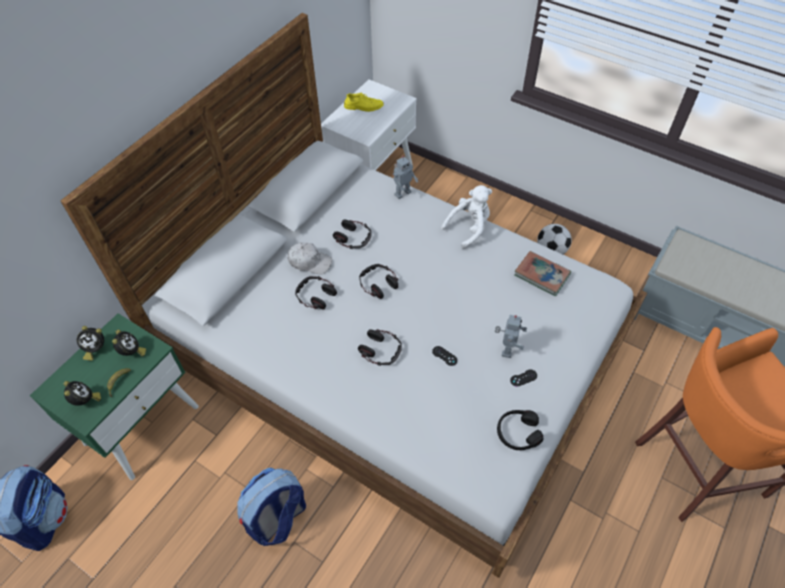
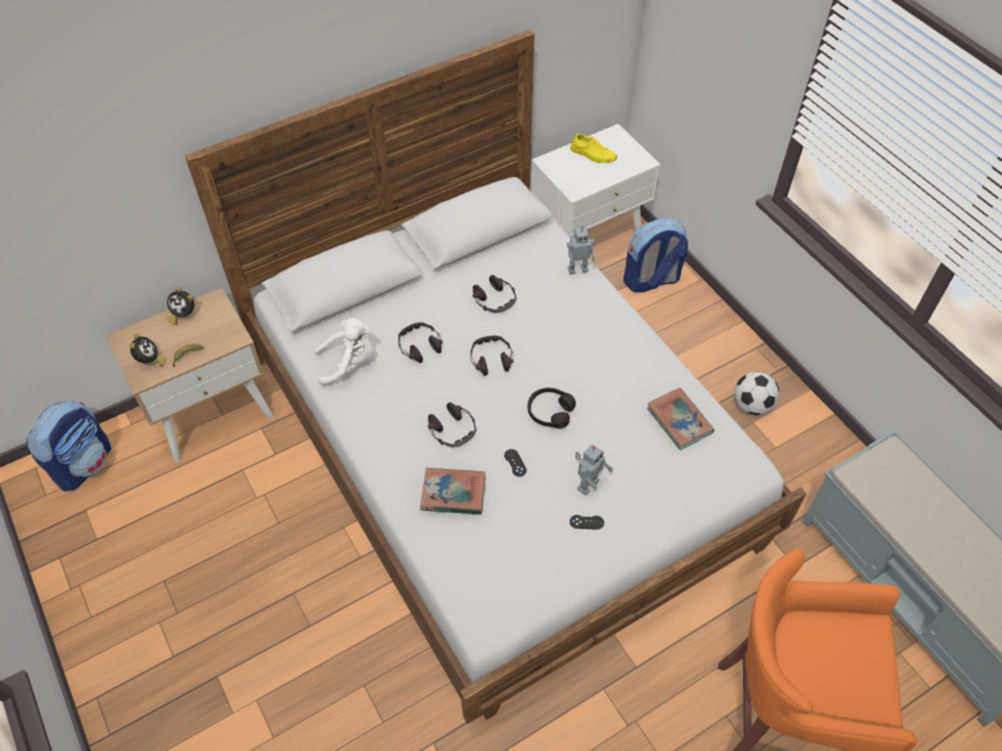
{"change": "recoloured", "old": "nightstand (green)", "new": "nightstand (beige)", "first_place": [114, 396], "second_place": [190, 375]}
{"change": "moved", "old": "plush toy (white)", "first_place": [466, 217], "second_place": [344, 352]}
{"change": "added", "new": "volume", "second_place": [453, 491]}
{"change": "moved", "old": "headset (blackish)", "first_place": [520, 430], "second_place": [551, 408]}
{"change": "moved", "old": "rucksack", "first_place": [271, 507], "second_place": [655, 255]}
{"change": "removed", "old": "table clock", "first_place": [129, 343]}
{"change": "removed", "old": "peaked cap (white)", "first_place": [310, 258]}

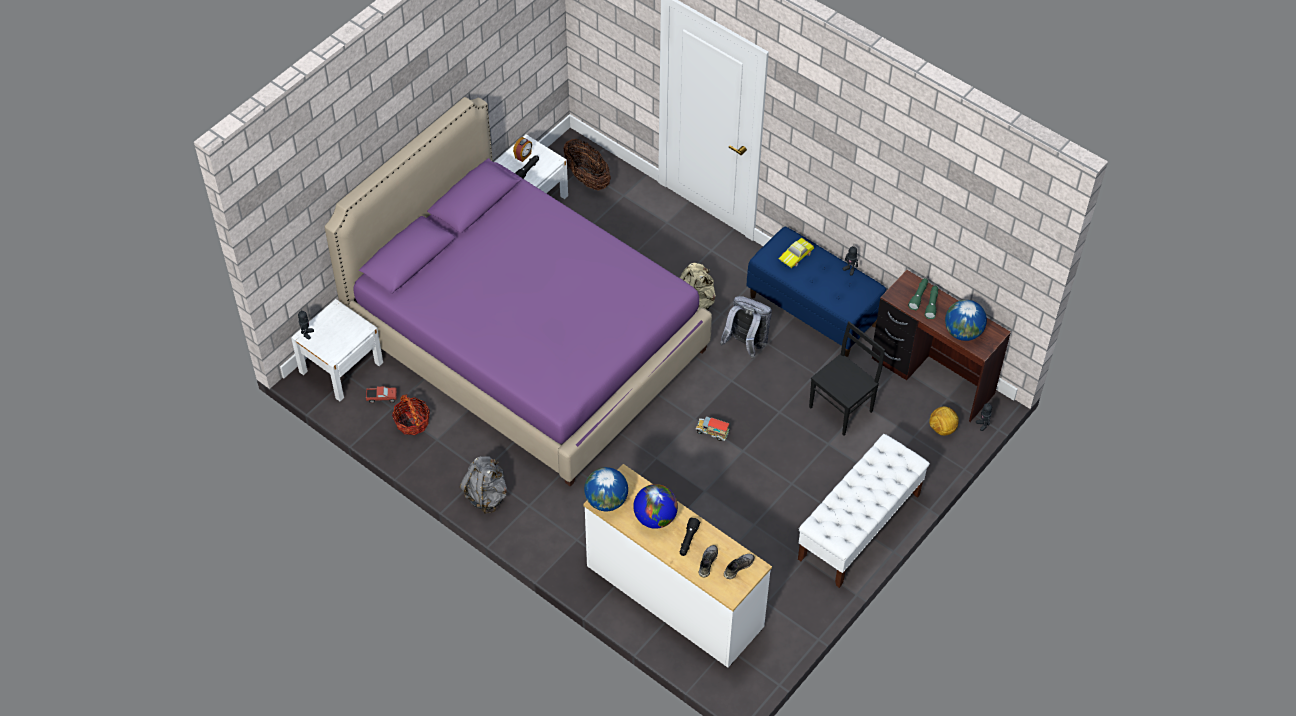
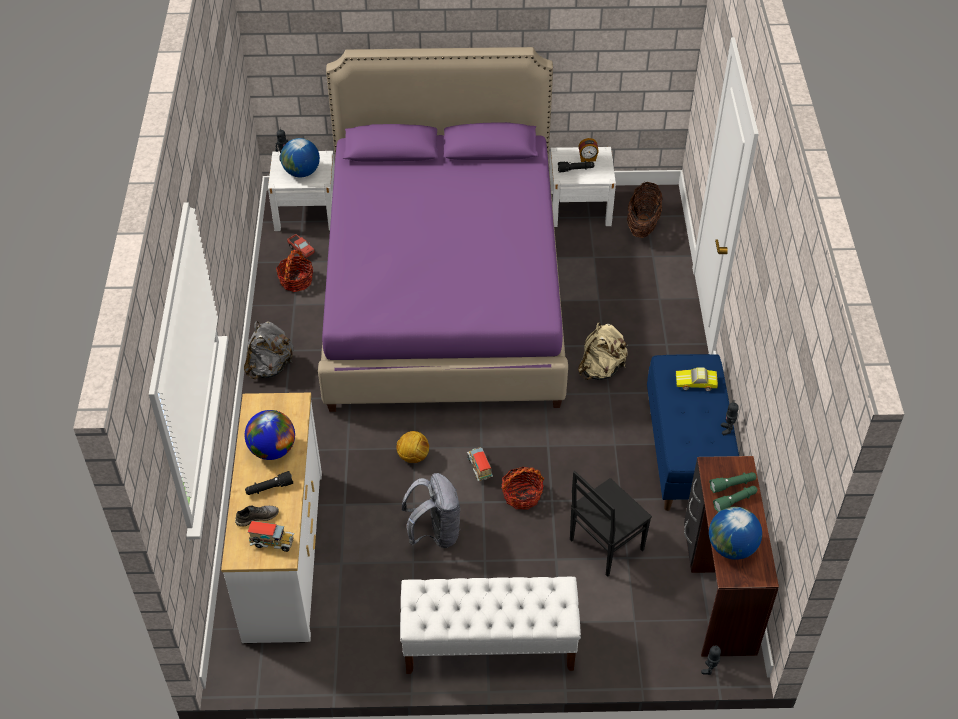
{"change": "replaced", "old": "item of footwear (gray)", "new": "toy lorry", "first_place": [739, 566], "second_place": [271, 536]}
{"change": "moved", "old": "globe", "first_place": [606, 489], "second_place": [300, 157]}
{"change": "moved", "old": "football ball", "first_place": [944, 421], "second_place": [413, 447]}
{"change": "moved", "old": "rucksack (gray)", "first_place": [746, 327], "second_place": [431, 510]}
{"change": "added", "new": "household basket", "second_place": [522, 488]}
{"change": "turned", "old": "upright chair (blackish)", "first_place": [847, 379], "second_place": [611, 524], "degrees": 135}

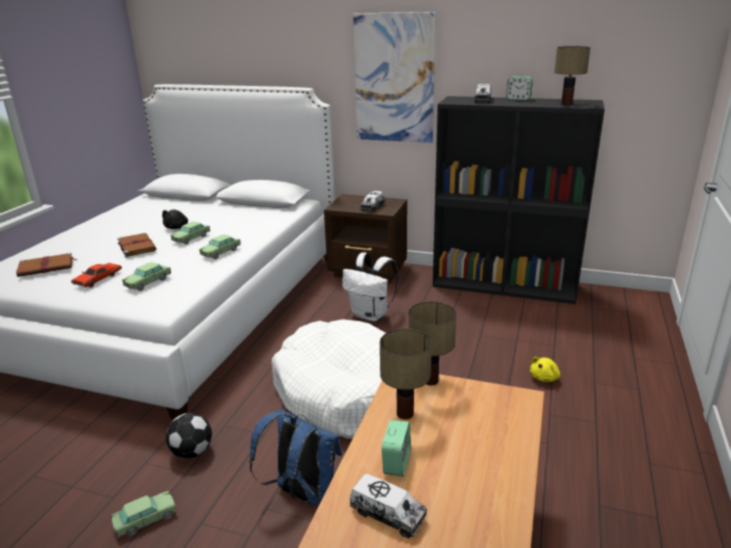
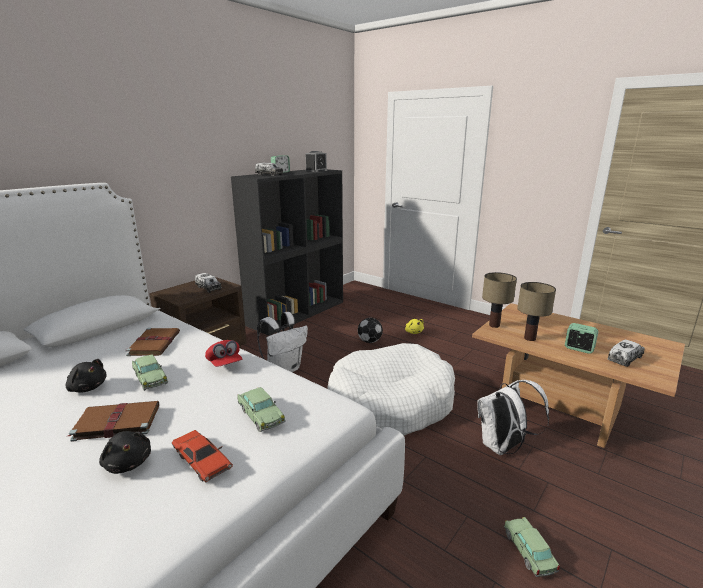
{"change": "added", "new": "plush toy (blackish)", "second_place": [125, 452]}
{"change": "moved", "old": "volume (brown-coloured)", "first_place": [46, 264], "second_place": [152, 342]}
{"change": "replaced", "old": "miniature car", "new": "peaked cap (reddish)", "first_place": [220, 247], "second_place": [223, 353]}
{"change": "replaced", "old": "tabletop lamp", "new": "table clock", "first_place": [572, 75], "second_place": [316, 161]}
{"change": "moved", "old": "football ball", "first_place": [189, 436], "second_place": [370, 330]}
{"change": "recoloured", "old": "rucksack (blue-coloured)", "new": "rucksack (white)", "first_place": [295, 457], "second_place": [513, 417]}
{"change": "removed", "old": "wall art", "first_place": [394, 77]}

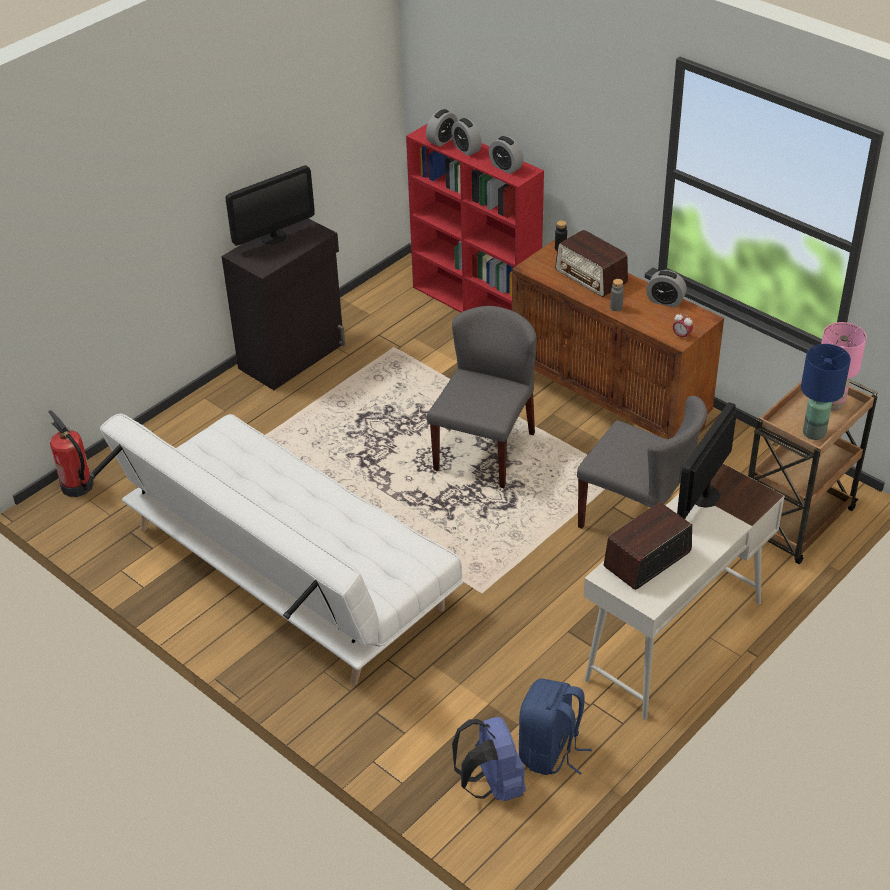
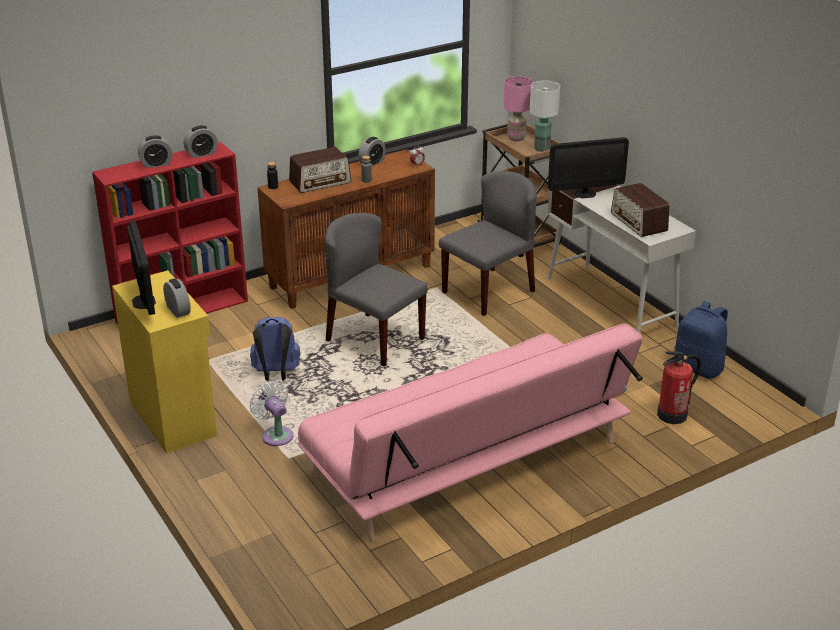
{"change": "recoloured", "old": "cupboard (blackish)", "new": "cupboard (yellow)", "first_place": [283, 304], "second_place": [164, 362]}
{"change": "moved", "old": "table clock", "first_place": [442, 128], "second_place": [177, 298]}
{"change": "added", "new": "electric fan (white)", "second_place": [271, 414]}
{"change": "moved", "old": "rucksack (blue-coloured)", "first_place": [489, 759], "second_place": [275, 349]}
{"change": "recoloured", "old": "settee (white)", "new": "settee (pink-coloured)", "first_place": [276, 549], "second_place": [470, 433]}
{"change": "recoloured", "old": "tabletop lamp (blue-coloured)", "new": "tabletop lamp (white)", "first_place": [826, 392], "second_place": [545, 116]}
{"change": "turned", "old": "computer screen", "first_place": [707, 460], "second_place": [588, 167], "degrees": -60}
{"change": "moved", "old": "fire extinguisher", "first_place": [71, 453], "second_place": [679, 387]}

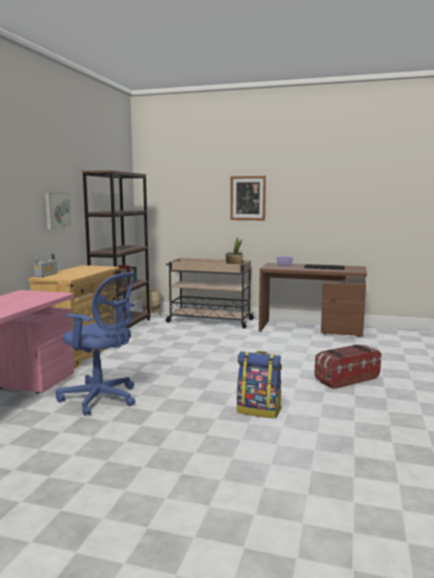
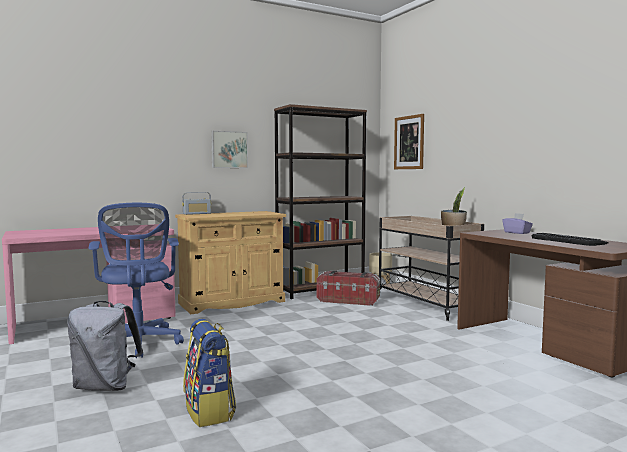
{"change": "added", "new": "rucksack (gray)", "second_place": [105, 346]}
{"change": "moved", "old": "storage container", "first_place": [347, 367], "second_place": [348, 288]}
{"change": "moved", "old": "wall art", "first_place": [248, 198], "second_place": [409, 141]}

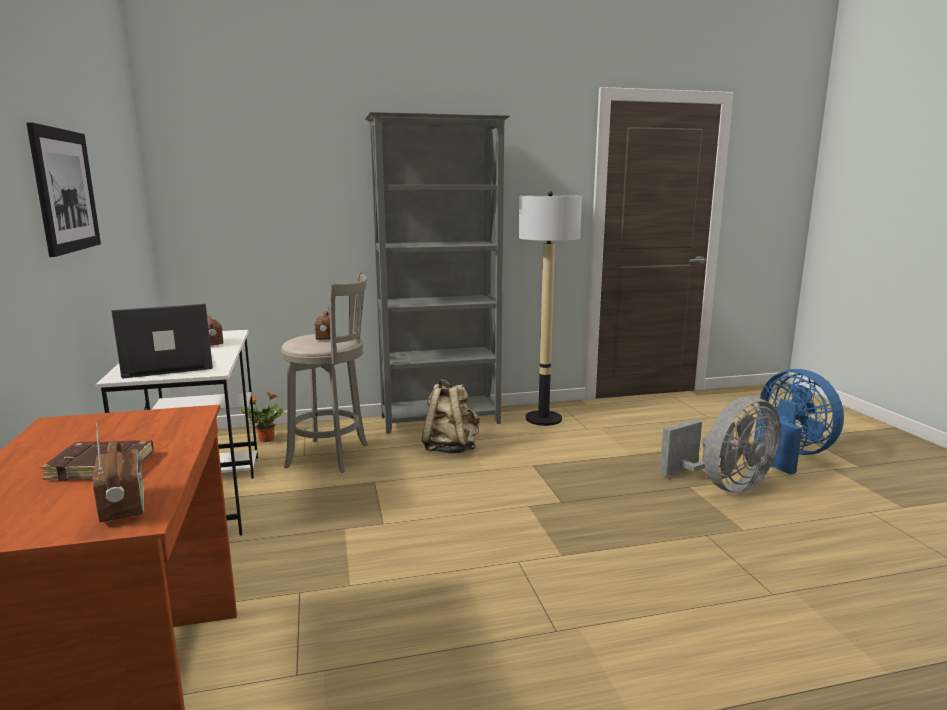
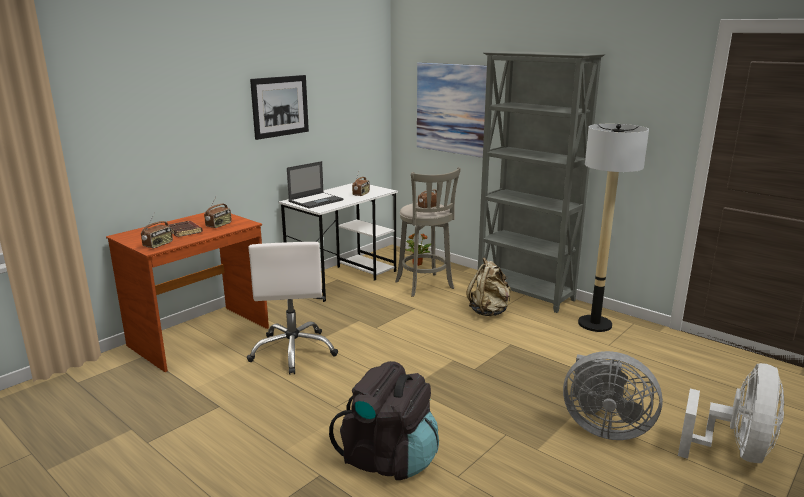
{"change": "added", "new": "radio set", "second_place": [218, 212]}
{"change": "added", "new": "computer chair (white)", "second_place": [292, 308]}
{"change": "turned", "old": "laptop", "first_place": [162, 341], "second_place": [315, 185], "degrees": 105}
{"change": "added", "new": "rucksack (blackish)", "second_place": [384, 420]}
{"change": "added", "new": "wall art", "second_place": [452, 110]}
{"change": "recoloured", "old": "electric fan (blue-coloured)", "new": "electric fan (white)", "first_place": [799, 422], "second_place": [731, 413]}

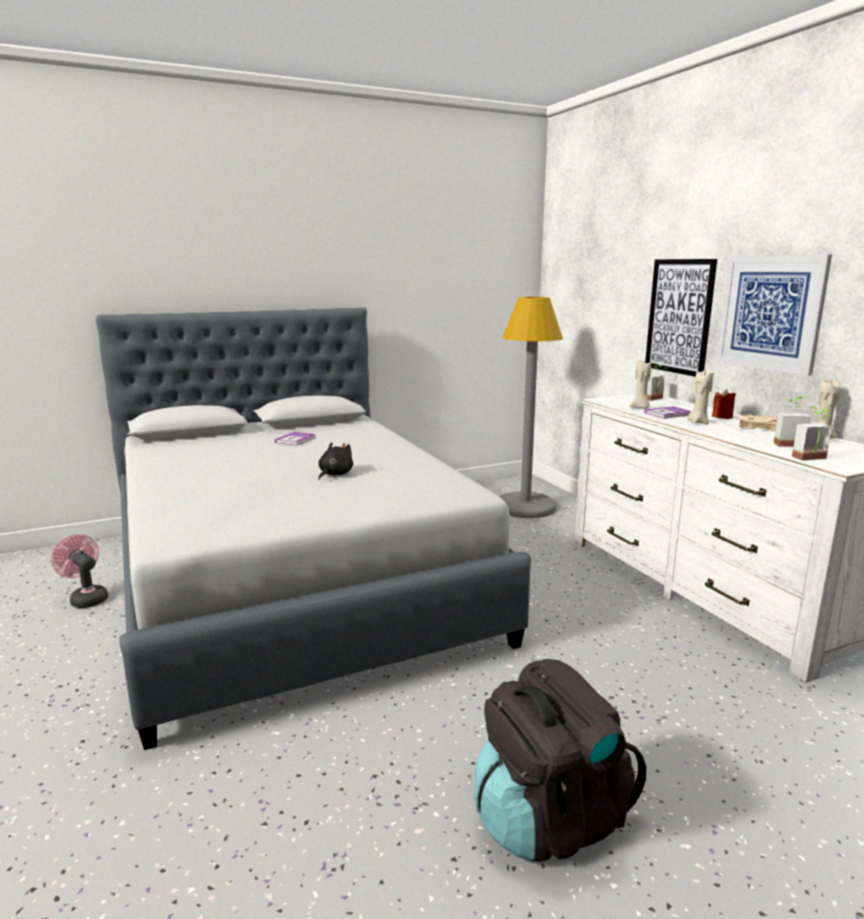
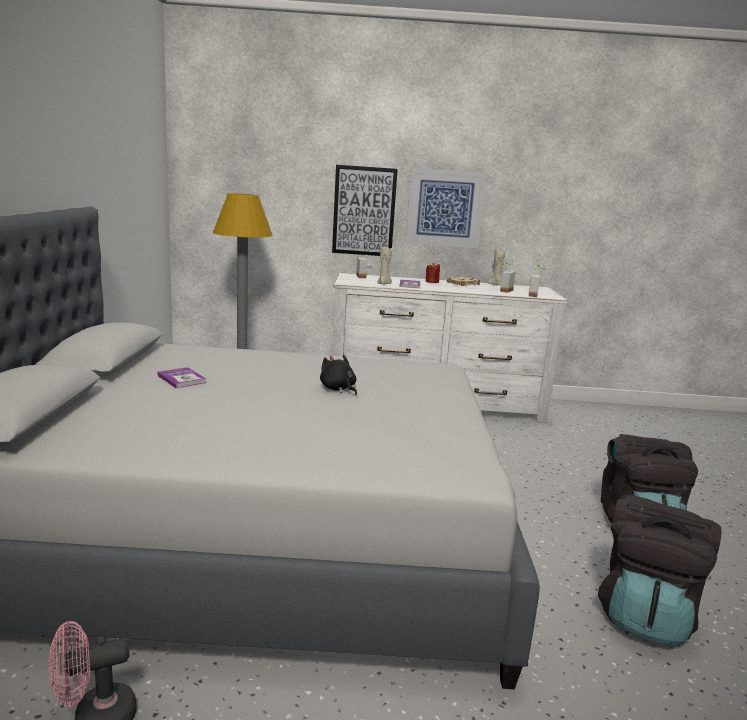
{"change": "added", "new": "rucksack (blackish)", "second_place": [659, 570]}
{"change": "removed", "old": "wax light (beige)", "first_place": [700, 396]}

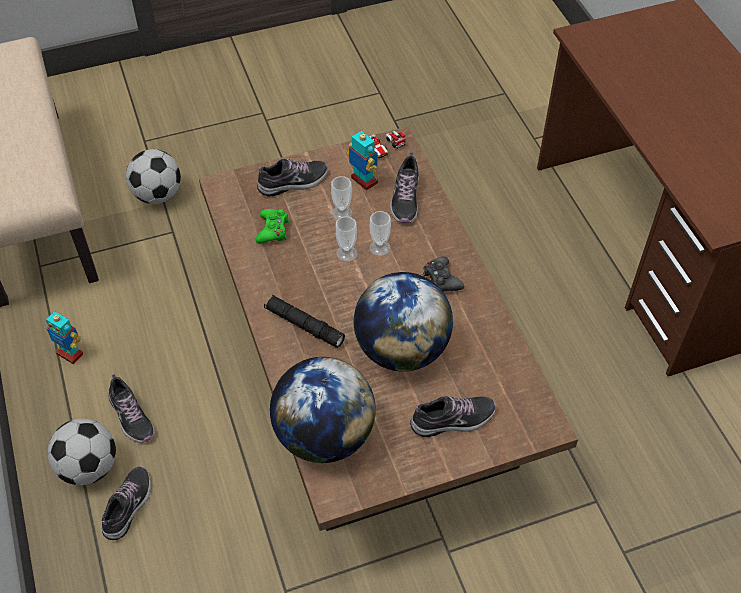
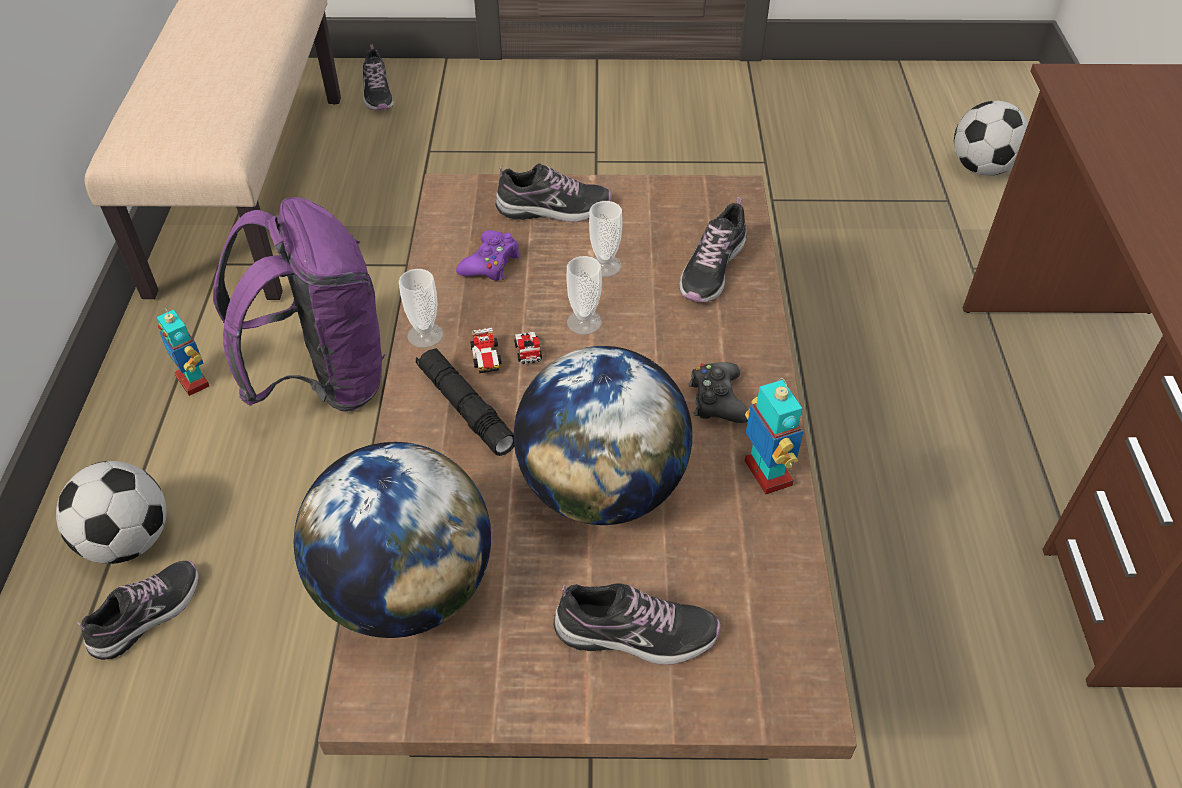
{"change": "added", "new": "rucksack (purplish)", "second_place": [299, 304]}
{"change": "moved", "old": "item of footwear", "first_place": [131, 408], "second_place": [378, 77]}
{"change": "moved", "old": "cup", "first_place": [380, 233], "second_place": [421, 308]}
{"change": "recoloured", "old": "joypad (green)", "new": "joypad (purplish)", "first_place": [272, 226], "second_place": [488, 255]}
{"change": "moved", "old": "miniature car", "first_place": [387, 144], "second_place": [506, 350]}
{"change": "moved", "old": "robot figure", "first_place": [362, 160], "second_place": [774, 436]}
{"change": "moved", "old": "football ball", "first_place": [153, 176], "second_place": [991, 138]}

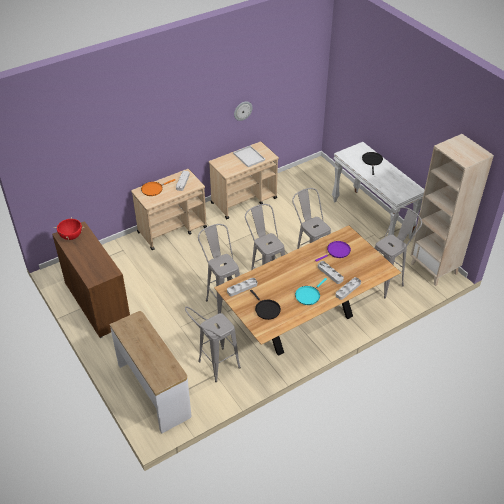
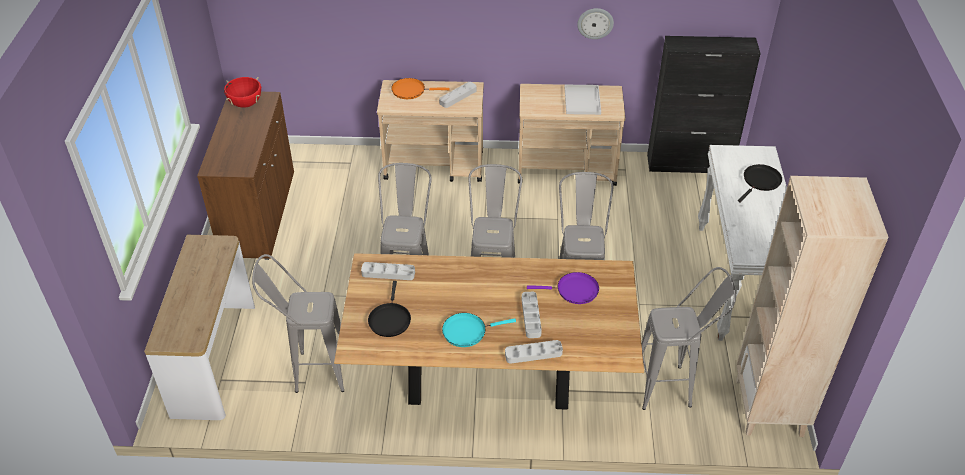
{"change": "added", "new": "cupboard (blackish)", "second_place": [704, 104]}

